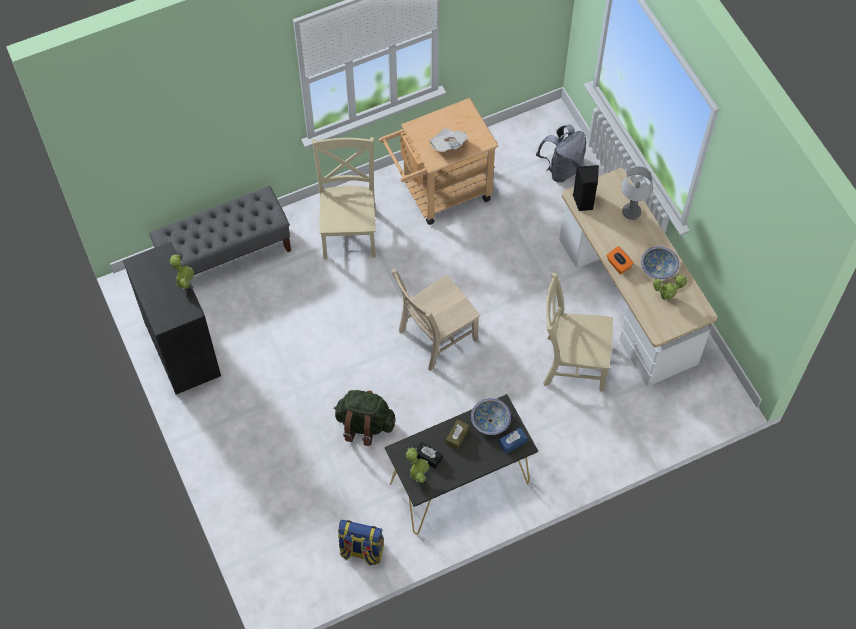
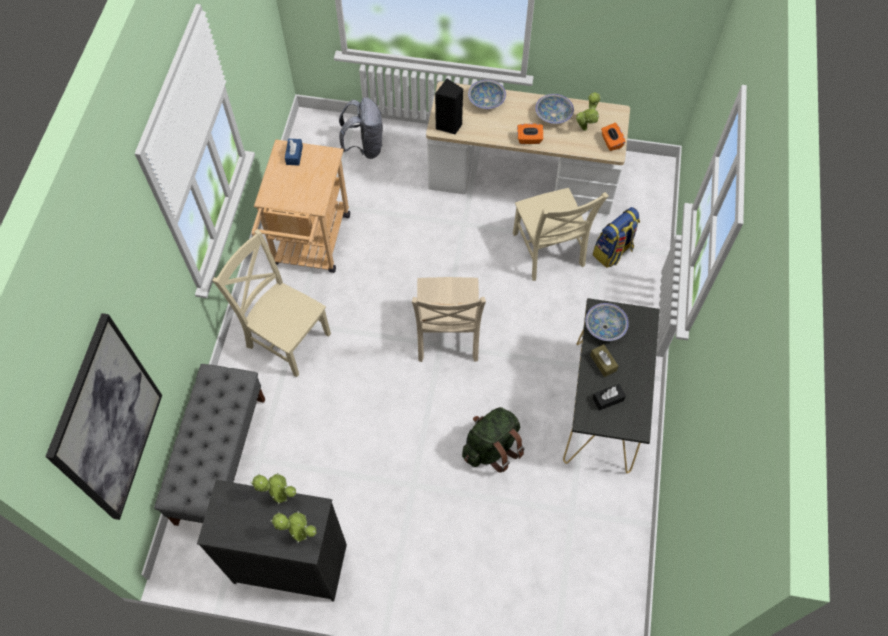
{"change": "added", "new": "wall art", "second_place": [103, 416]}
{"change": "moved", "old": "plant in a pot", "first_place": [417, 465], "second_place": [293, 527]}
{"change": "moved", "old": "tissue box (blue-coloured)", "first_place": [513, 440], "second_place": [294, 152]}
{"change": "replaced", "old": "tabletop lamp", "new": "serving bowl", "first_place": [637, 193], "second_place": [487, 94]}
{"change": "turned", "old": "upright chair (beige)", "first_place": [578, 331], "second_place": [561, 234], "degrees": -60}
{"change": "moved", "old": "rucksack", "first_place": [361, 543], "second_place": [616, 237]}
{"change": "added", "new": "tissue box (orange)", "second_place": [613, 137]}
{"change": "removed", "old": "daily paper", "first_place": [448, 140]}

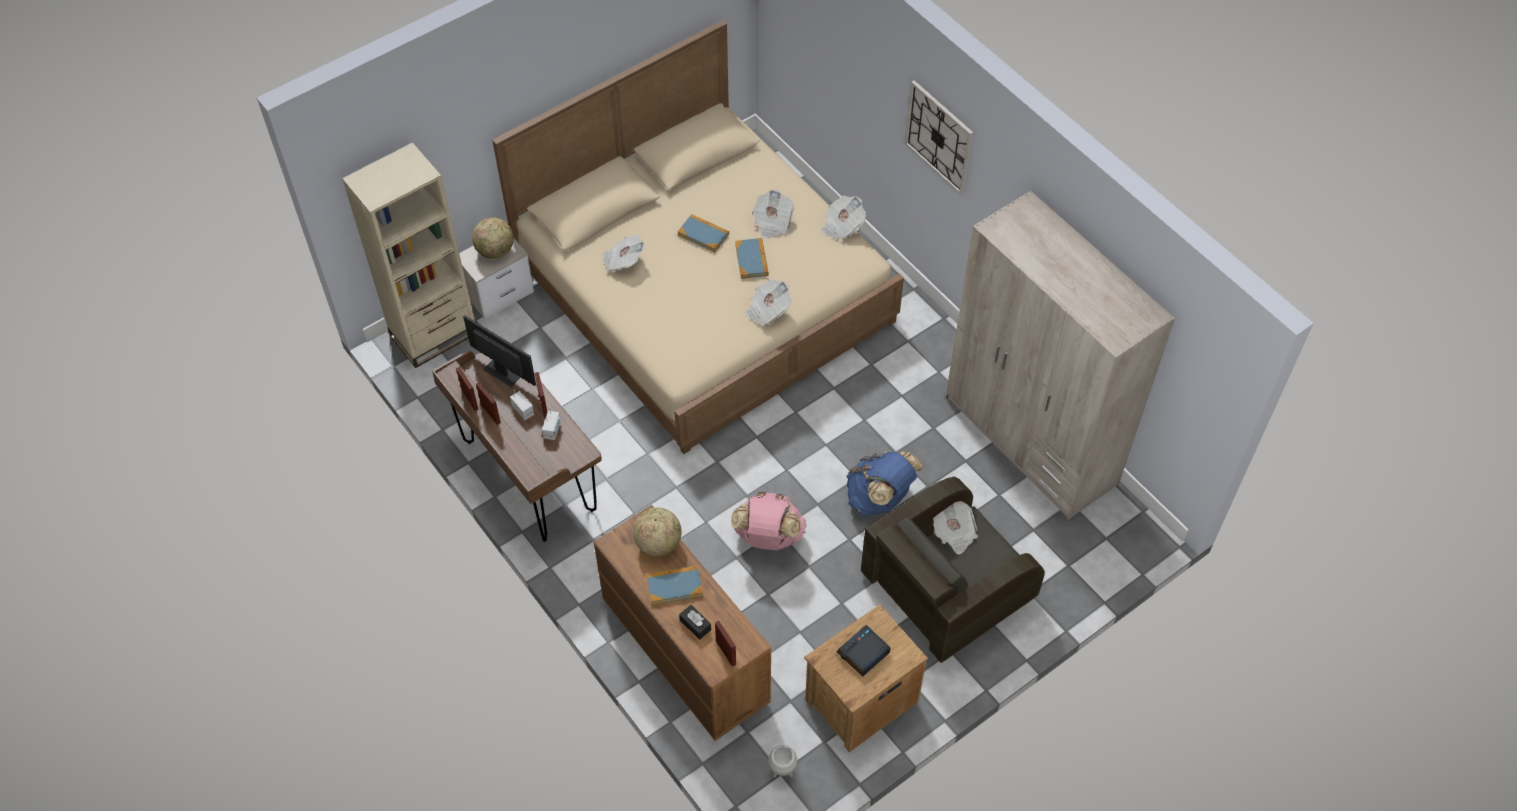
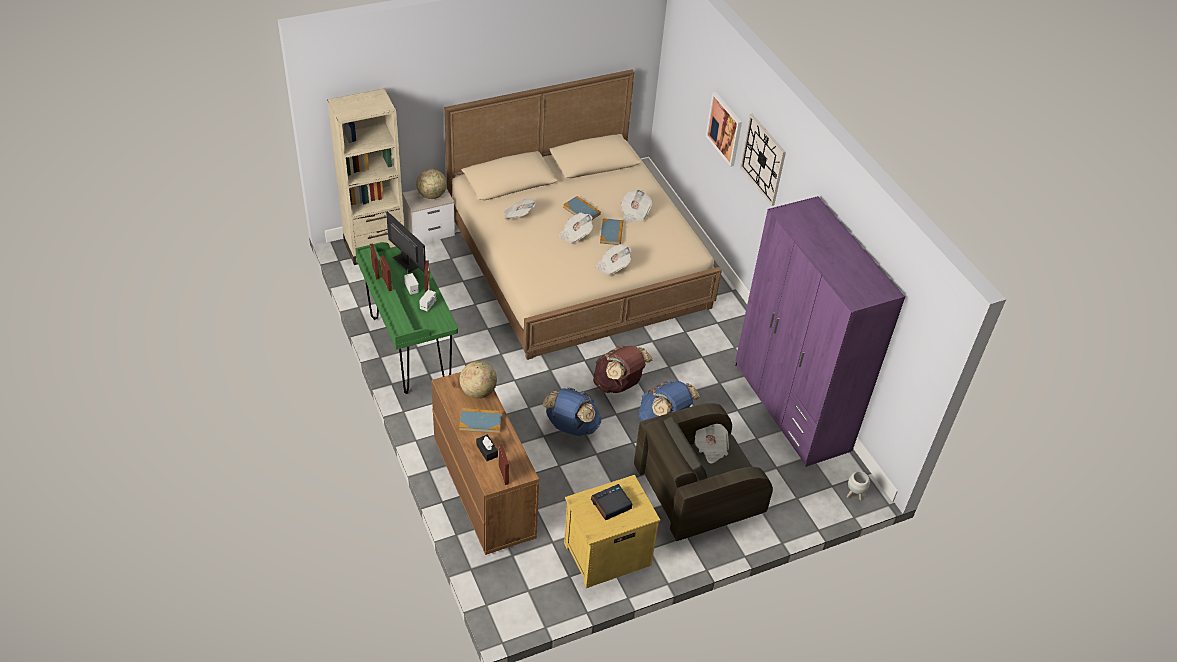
{"change": "recoloured", "old": "desk (brown-coloured)", "new": "desk (green)", "first_place": [517, 440], "second_place": [406, 318]}
{"change": "recoloured", "old": "rucksack (pink-coloured)", "new": "rucksack (blue-coloured)", "first_place": [769, 521], "second_place": [572, 412]}
{"change": "moved", "old": "daily paper", "first_place": [843, 218], "second_place": [575, 228]}
{"change": "recoloured", "old": "nightstand (brown-coloured)", "new": "nightstand (yellow)", "first_place": [866, 678], "second_place": [612, 531]}
{"change": "added", "new": "rucksack (brown-coloured)", "second_place": [622, 369]}
{"change": "added", "new": "wall art", "second_place": [724, 129]}
{"change": "recoloured", "old": "armoire (beige)", "new": "armoire (purplish)", "first_place": [1060, 355], "second_place": [820, 331]}
{"change": "moved", "old": "flower pot (white)", "first_place": [782, 761], "second_place": [858, 485]}

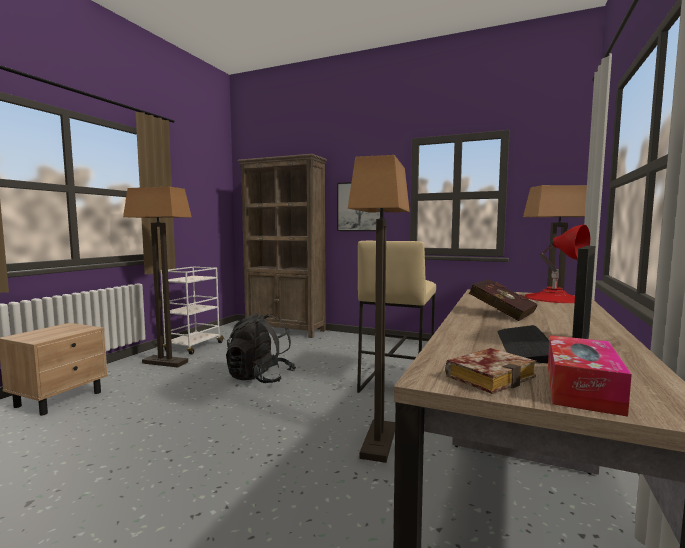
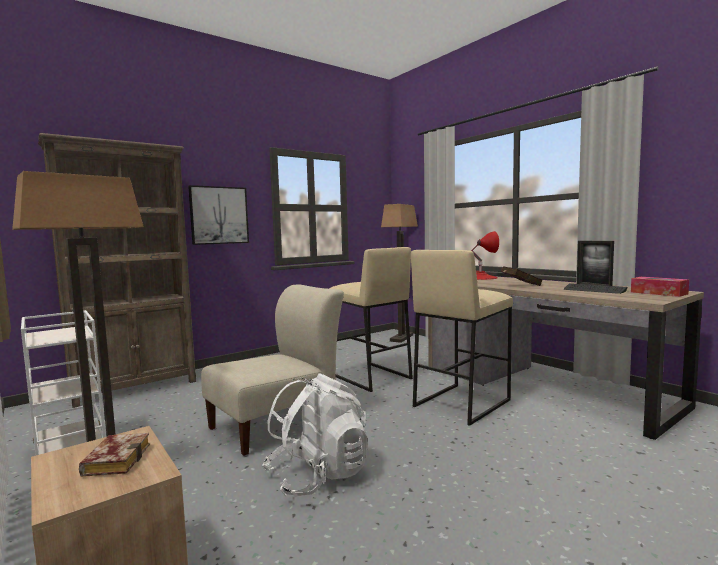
{"change": "moved", "old": "volume", "first_place": [491, 371], "second_place": [114, 455]}
{"change": "replaced", "old": "rucksack (blackish)", "new": "upright chair (beige)", "first_place": [261, 348], "second_place": [272, 370]}
{"change": "added", "new": "rucksack (white)", "second_place": [315, 434]}
{"change": "replaced", "old": "standard lamp", "new": "stool seat (beige)", "first_place": [379, 309], "second_place": [462, 338]}

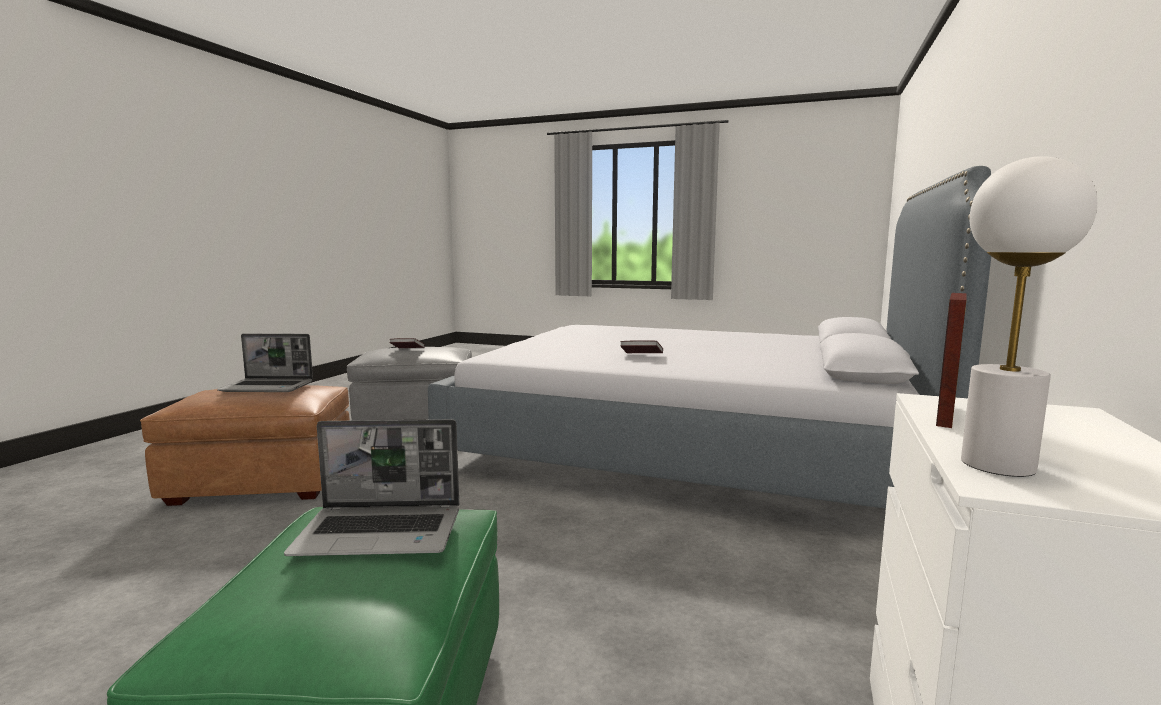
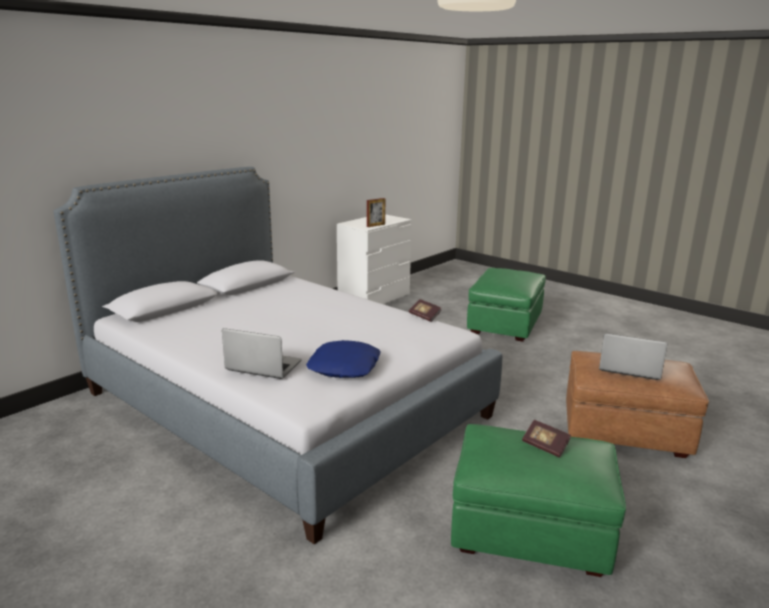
{"change": "moved", "old": "laptop", "first_place": [371, 487], "second_place": [262, 353]}
{"change": "added", "new": "cushion (blue-coloured)", "second_place": [343, 359]}
{"change": "moved", "old": "volume", "first_place": [641, 346], "second_place": [425, 310]}
{"change": "recoloured", "old": "pouffe (gray)", "new": "pouffe (green)", "first_place": [409, 384], "second_place": [538, 500]}
{"change": "removed", "old": "tabletop lamp (white)", "first_place": [1029, 316]}

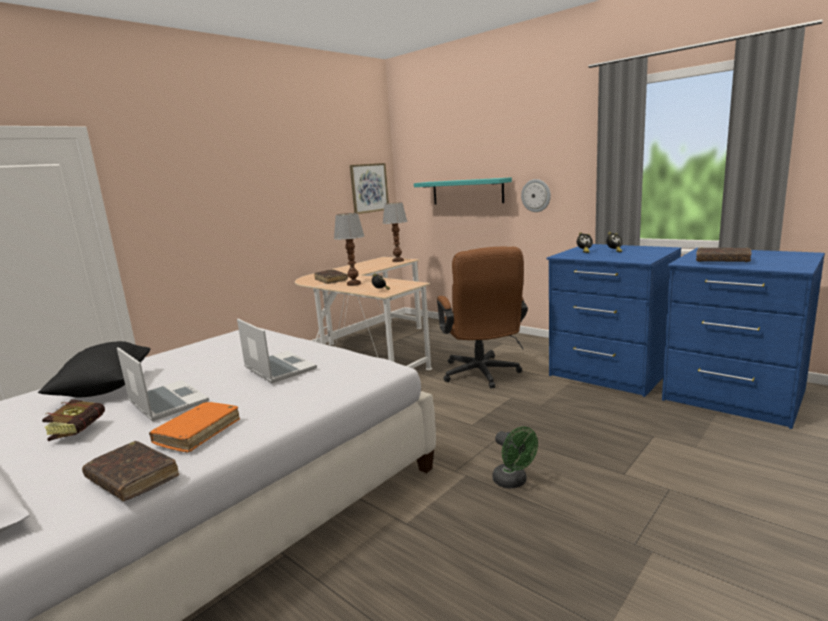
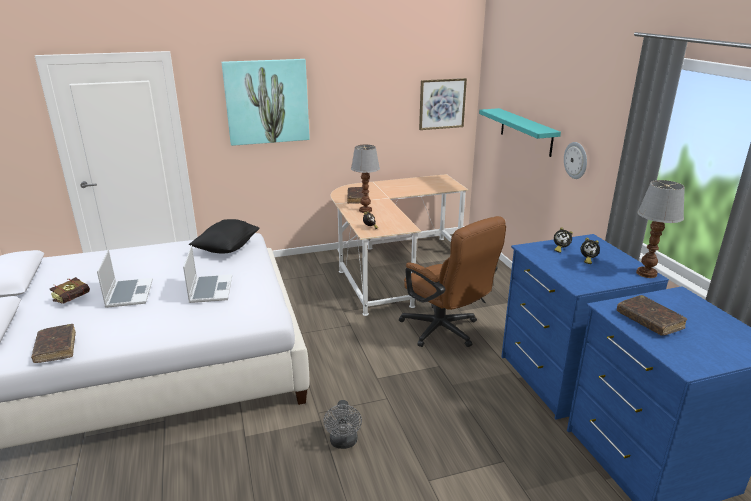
{"change": "moved", "old": "cushion (blackish)", "first_place": [94, 369], "second_place": [224, 236]}
{"change": "added", "new": "wall art", "second_place": [266, 102]}
{"change": "recoloured", "old": "electric fan (green)", "new": "electric fan (gray)", "first_place": [515, 457], "second_place": [342, 424]}
{"change": "turned", "old": "computer chair (brown-coloured)", "first_place": [482, 317], "second_place": [452, 281], "degrees": -60}
{"change": "moved", "old": "tabletop lamp", "first_place": [395, 232], "second_place": [660, 229]}
{"change": "removed", "old": "volume (orange)", "first_place": [194, 427]}

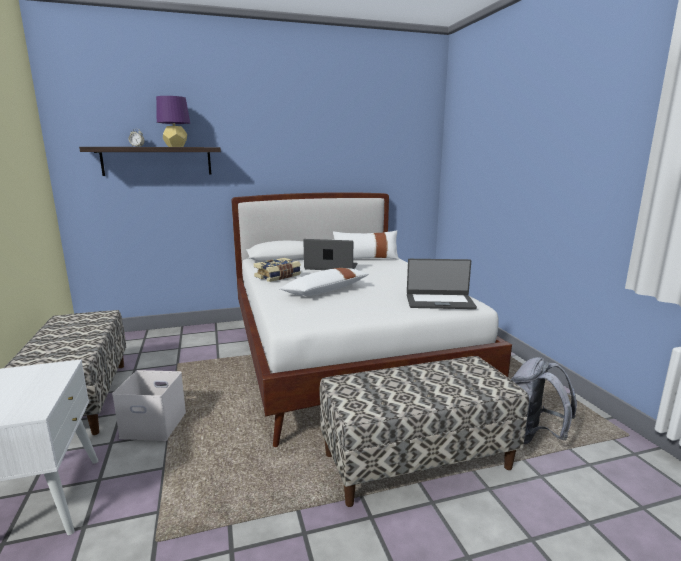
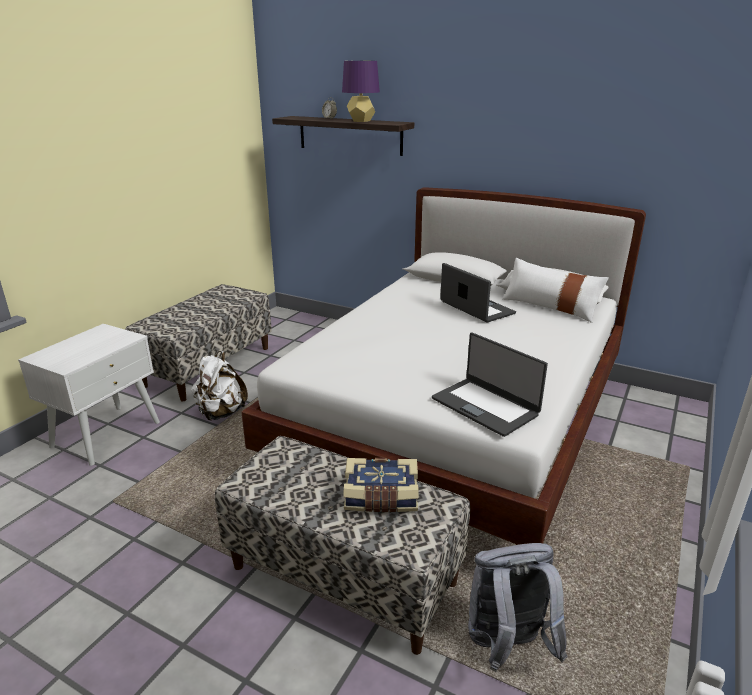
{"change": "replaced", "old": "storage container (white)", "new": "rucksack (white)", "first_place": [149, 405], "second_place": [219, 386]}
{"change": "moved", "old": "volume", "first_place": [277, 270], "second_place": [381, 485]}
{"change": "removed", "old": "cushion (white)", "first_place": [324, 282]}

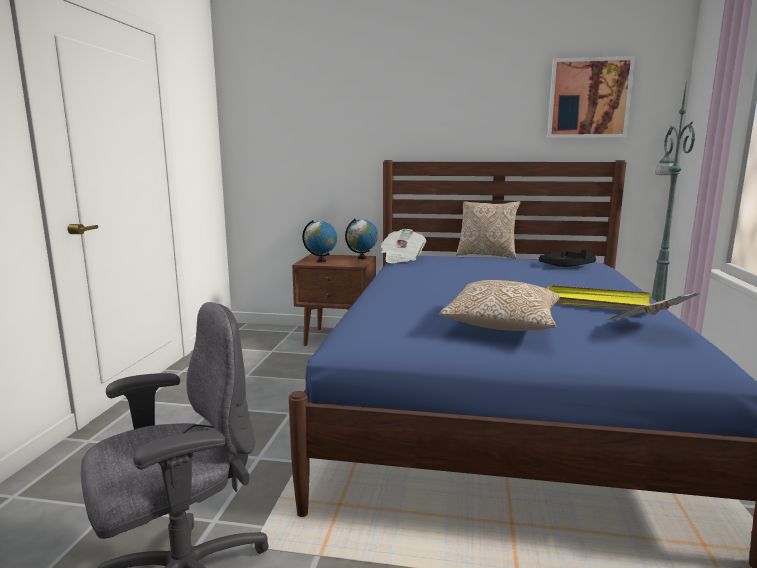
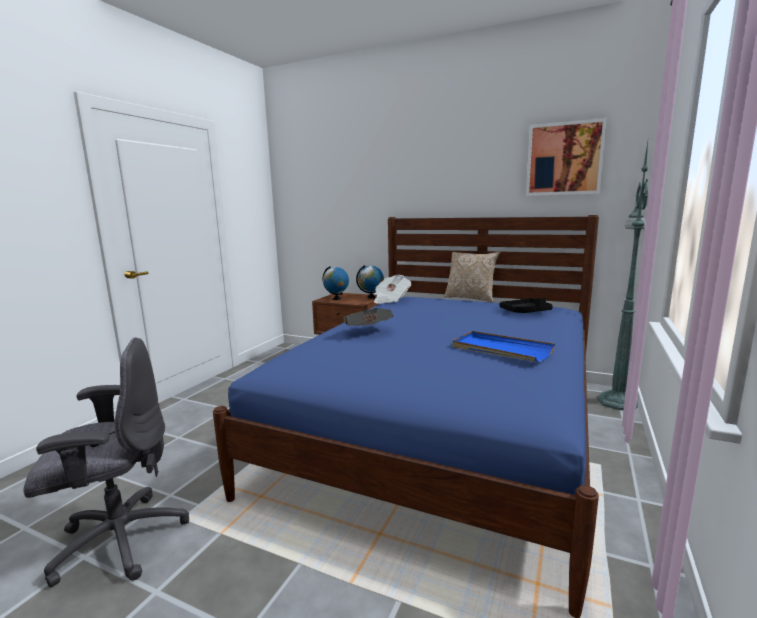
{"change": "moved", "old": "daily paper", "first_place": [652, 306], "second_place": [368, 317]}
{"change": "recoloured", "old": "serving tray (yellow)", "new": "serving tray (blue-coloured)", "first_place": [598, 297], "second_place": [503, 346]}
{"change": "removed", "old": "cushion", "first_place": [499, 305]}

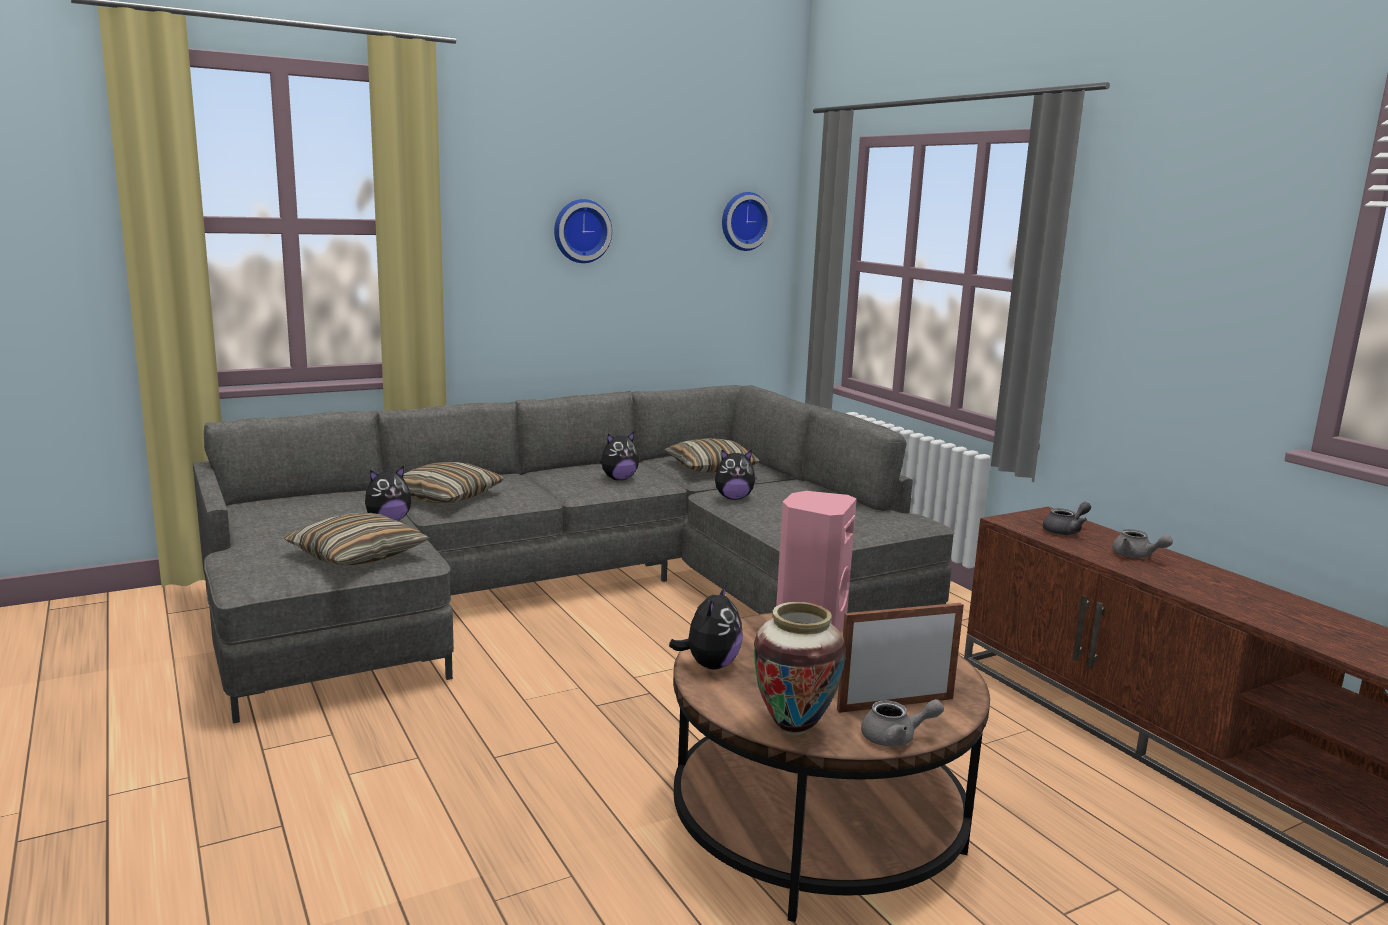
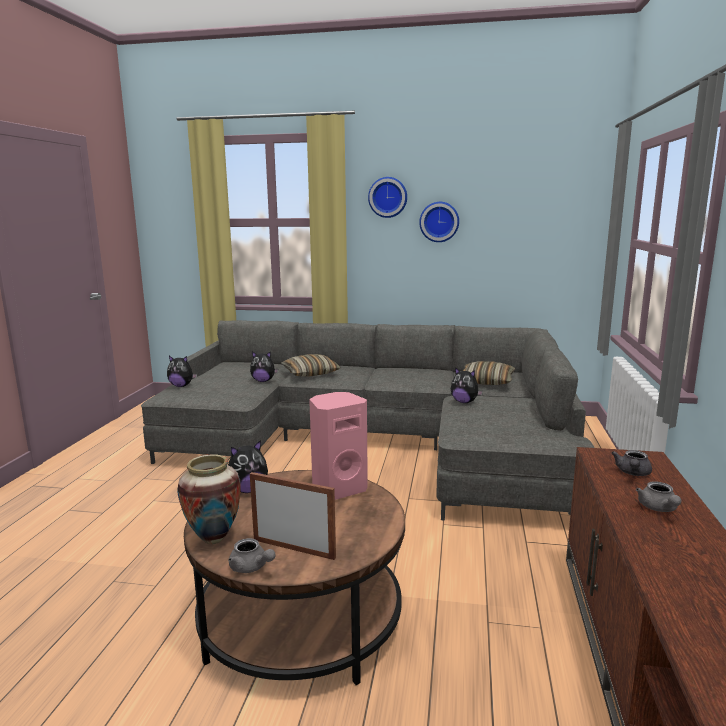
{"change": "moved", "old": "plush toy", "first_place": [619, 456], "second_place": [182, 371]}
{"change": "moved", "old": "clock on the wall", "first_place": [747, 221], "second_place": [387, 197]}
{"change": "turned", "old": "pot for tea (gray)", "first_place": [1067, 518], "second_place": [632, 463], "degrees": 105}
{"change": "removed", "old": "cushion", "first_place": [357, 539]}

